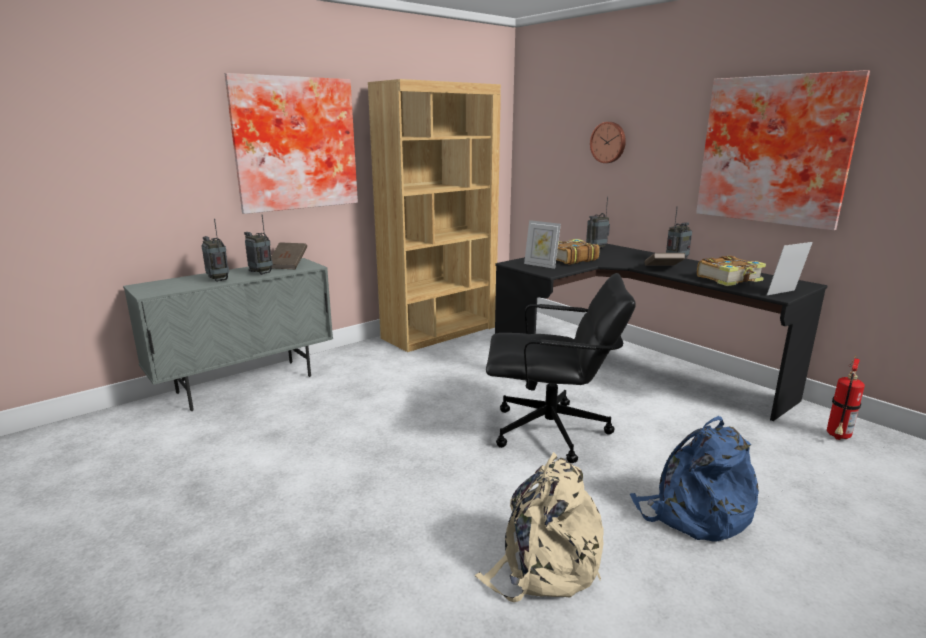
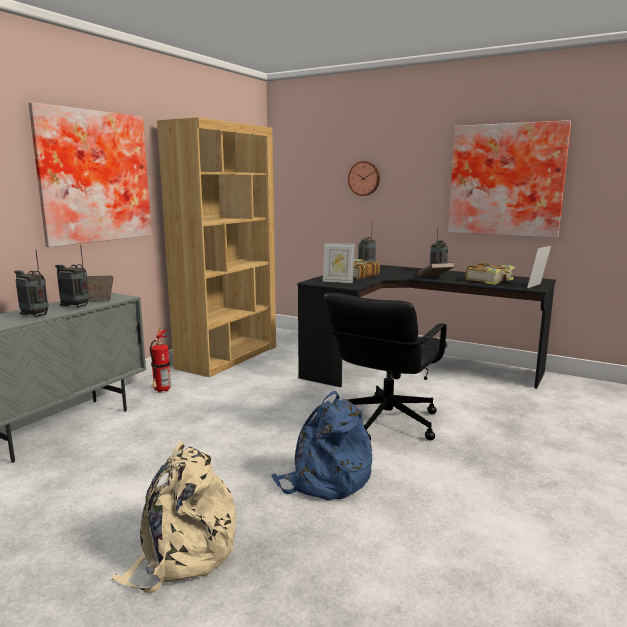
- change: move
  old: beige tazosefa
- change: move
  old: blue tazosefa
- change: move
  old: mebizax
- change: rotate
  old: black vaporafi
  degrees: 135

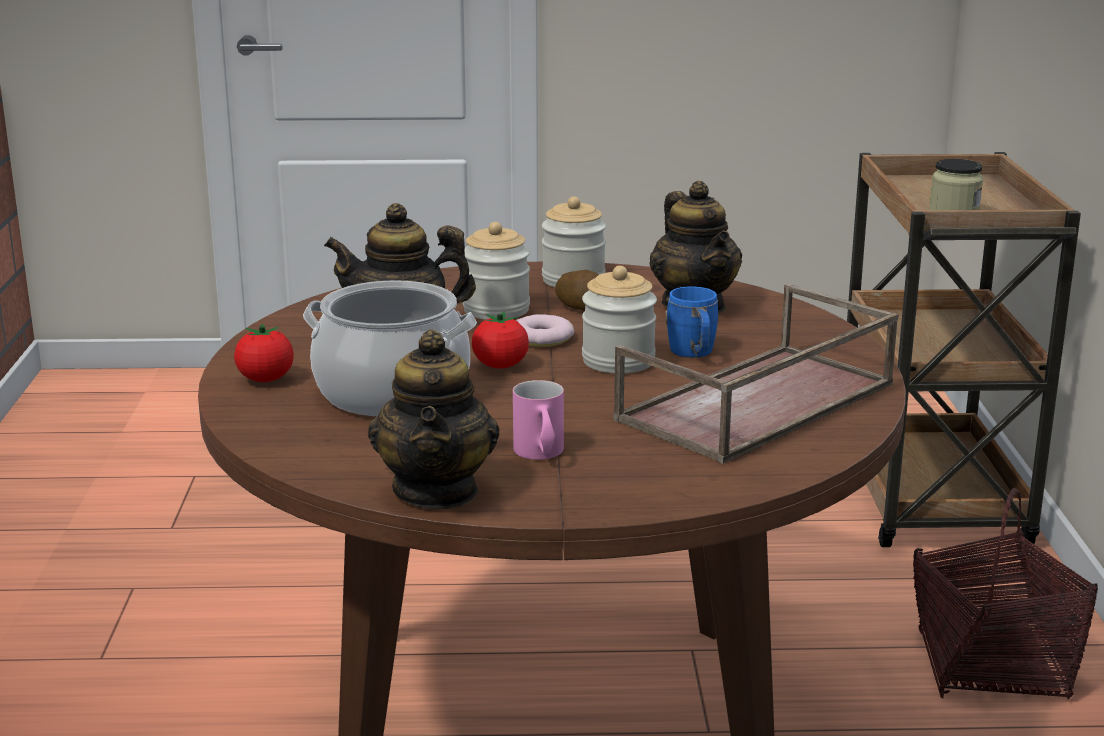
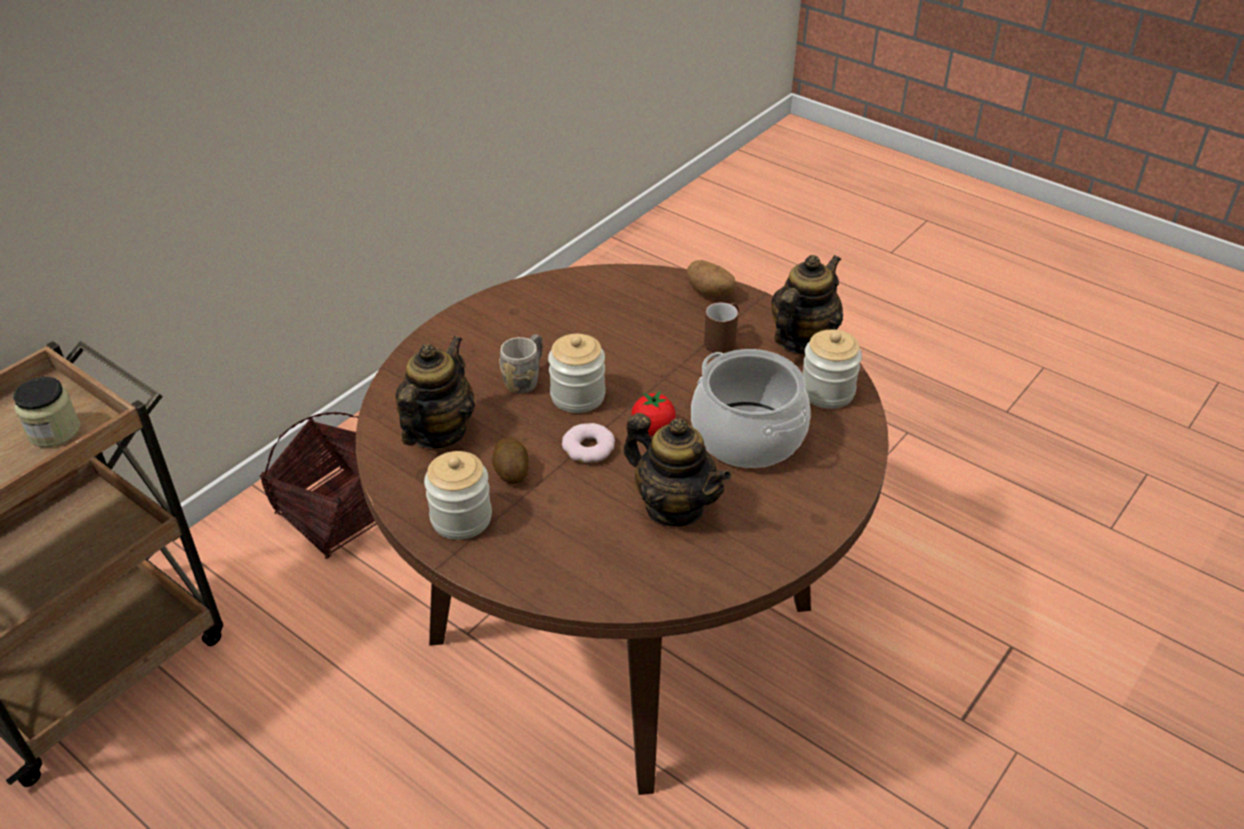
- change: delete
  old: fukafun (1st from left)
- change: delete
  old: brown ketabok
- change: insert
  new: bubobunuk (2nd from left)
- change: move
  old: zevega (1st from left in the first image)
  new: zevega (4th from left)
- change: recolor
  old: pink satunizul
  new: brown satunizul
- change: recolor
  old: blue satunizul
  new: grey satunizul

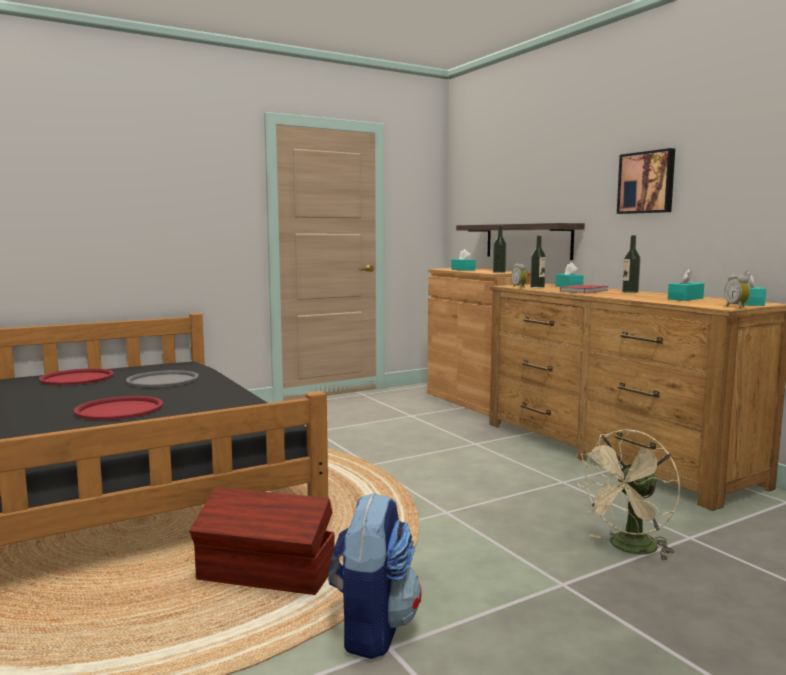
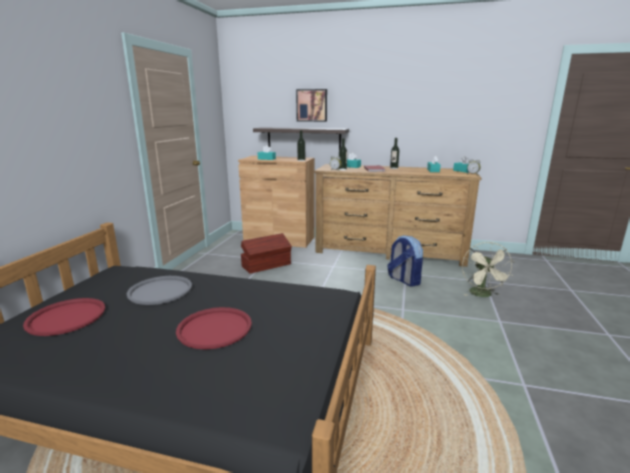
- change: move
  old: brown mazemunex
- change: move
  old: tazosefa
- change: move
  old: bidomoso

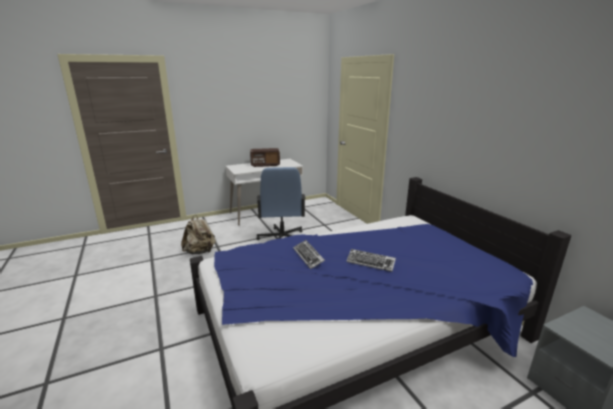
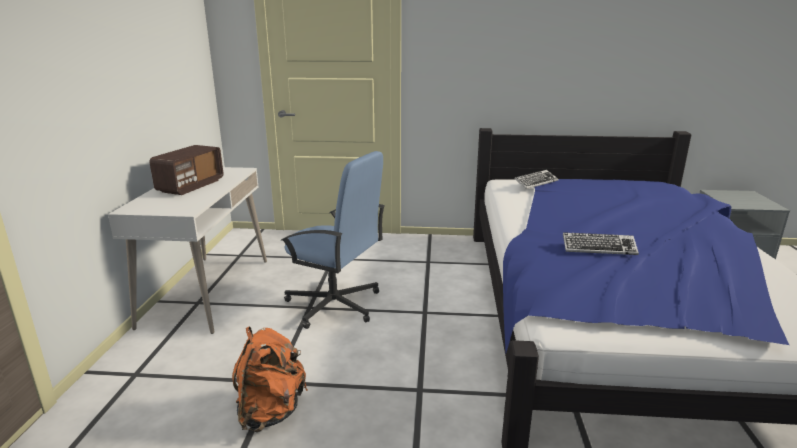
- change: move
  old: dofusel (2nd from left in the first image)
  new: dofusel (1st from left)
- change: recolor
  old: beige tazosefa
  new: orange tazosefa

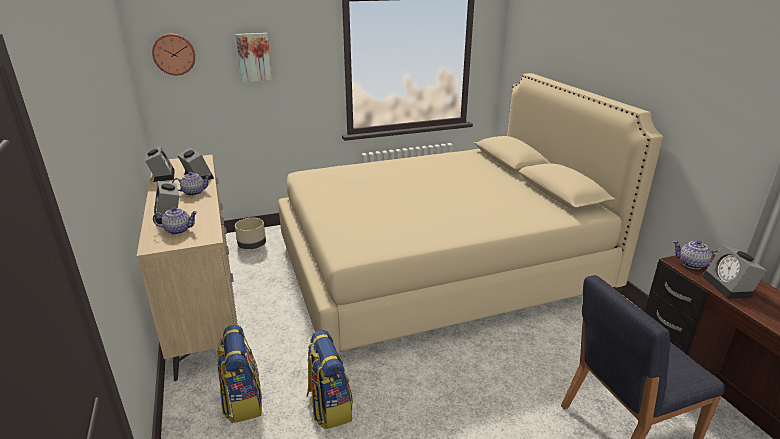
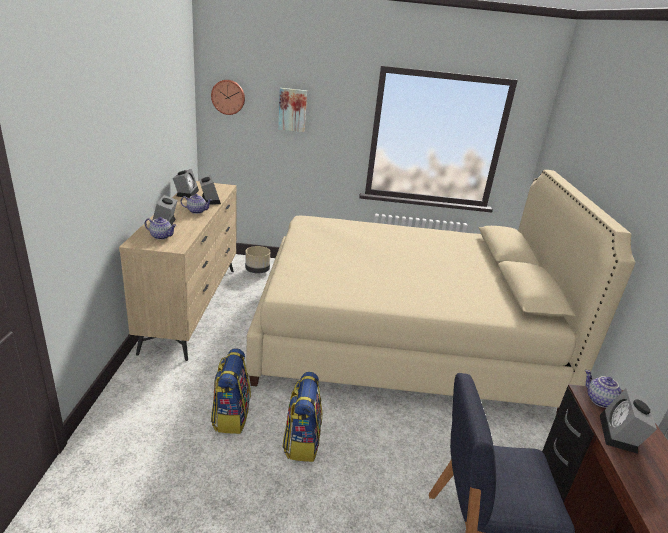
- change: move
  old: tazosefa (1st from left in the first image)
  new: tazosefa (2nd from left)

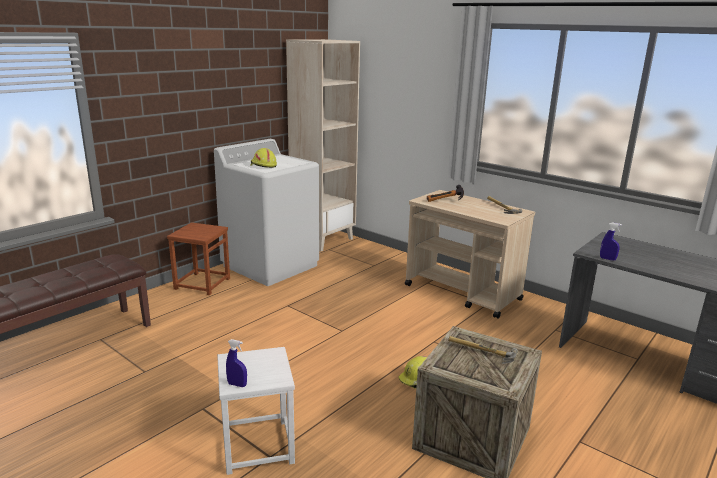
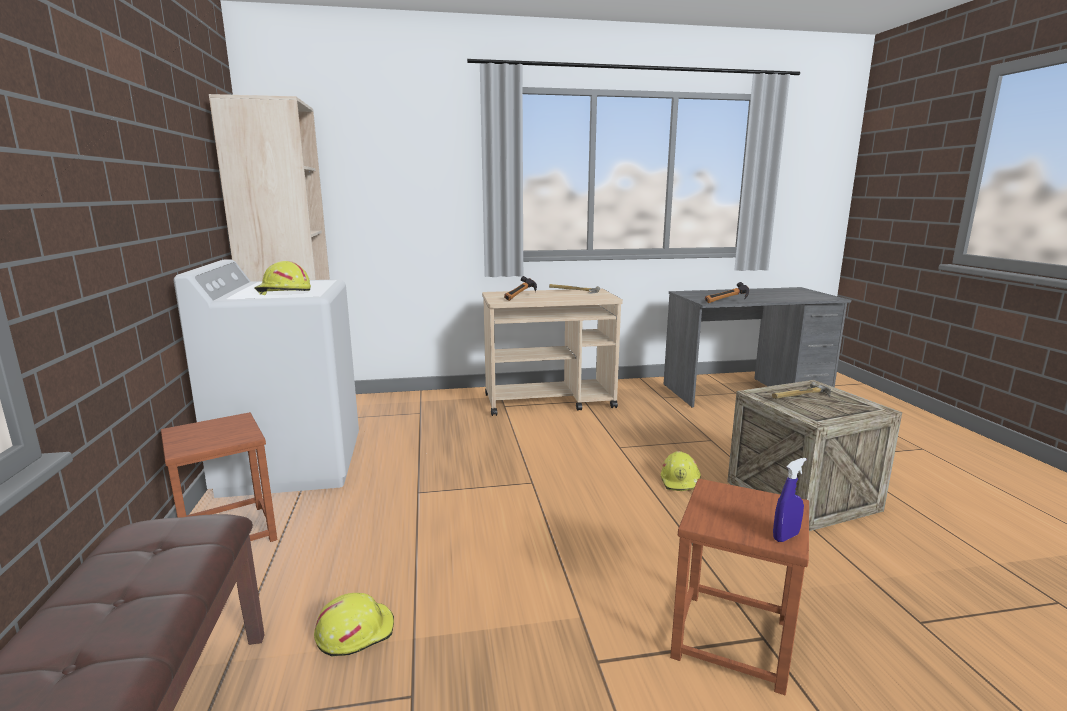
- change: insert
  new: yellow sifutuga (2nd from left)
- change: replace
  old: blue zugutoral (2nd from left)
  new: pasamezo (3rd from left)
- change: recolor
  old: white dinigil
  new: brown dinigil (2nd from left)

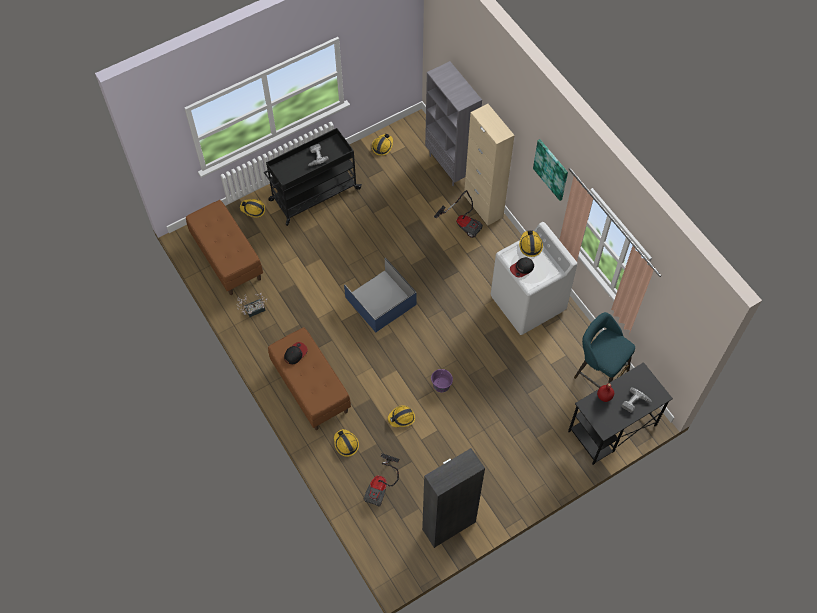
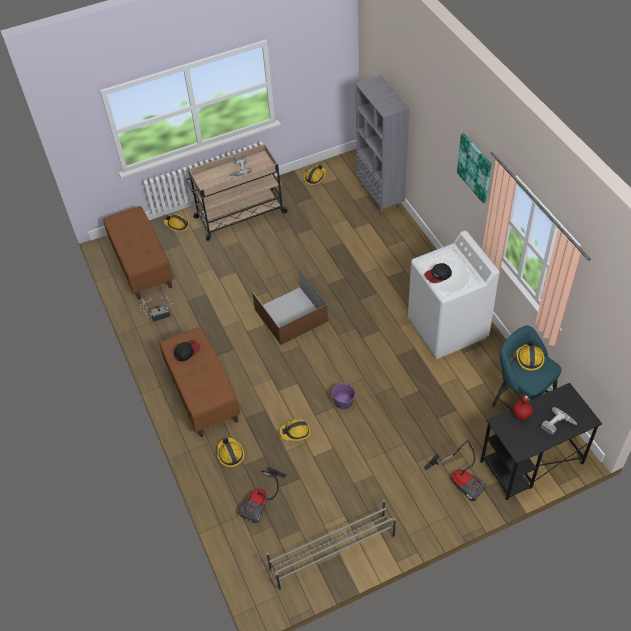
- change: delete
  old: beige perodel
- change: move
  old: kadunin (2nd from left)
- change: move
  old: sifutuga (5th from left)
- change: replace
  old: black perodel
  new: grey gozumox
- change: recolor
  old: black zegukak
  new: beige zegukak
- change: recolor
  old: blue mazemunex
  new: brown mazemunex

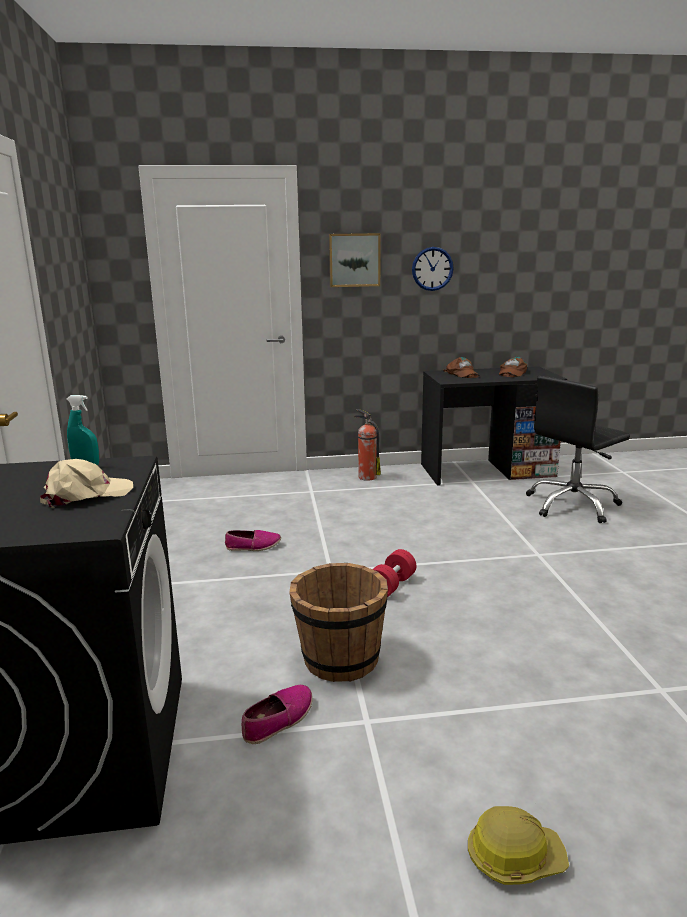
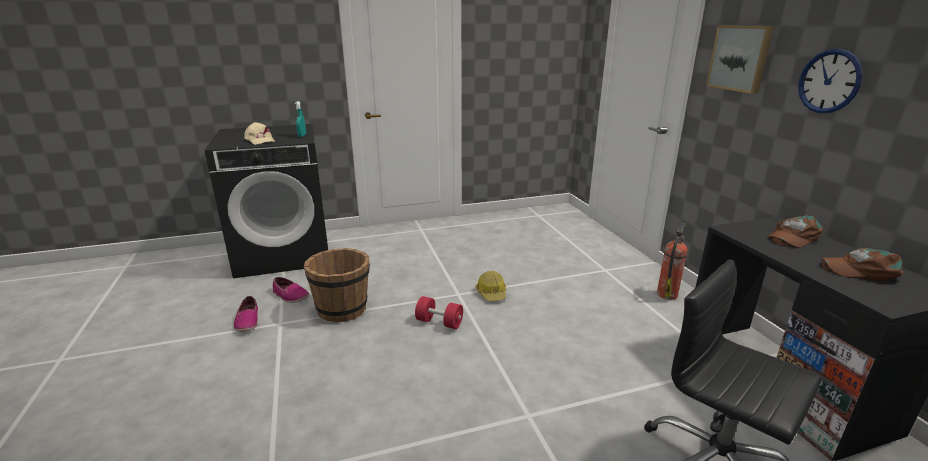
- change: move
  old: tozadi (1st from left)
- change: move
  old: sifutuga

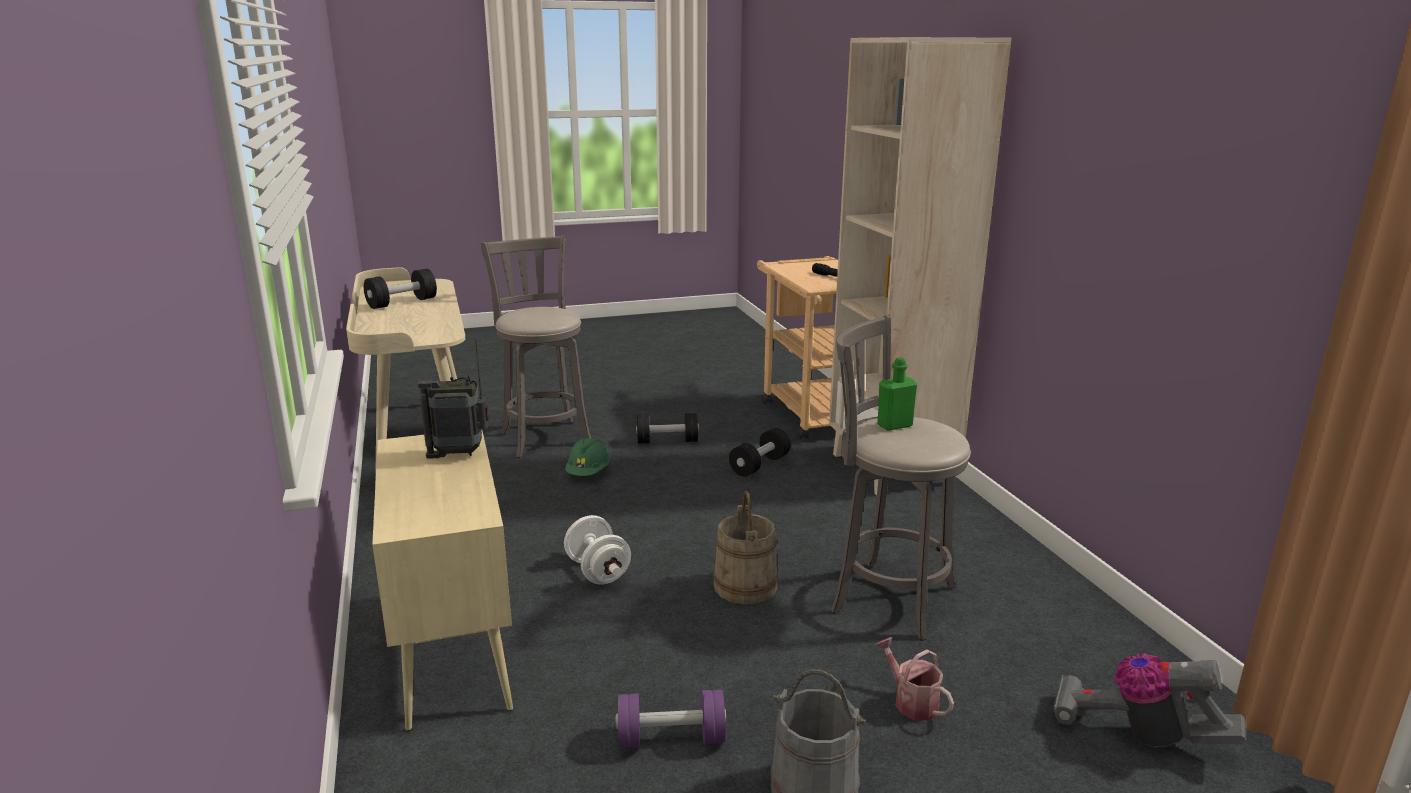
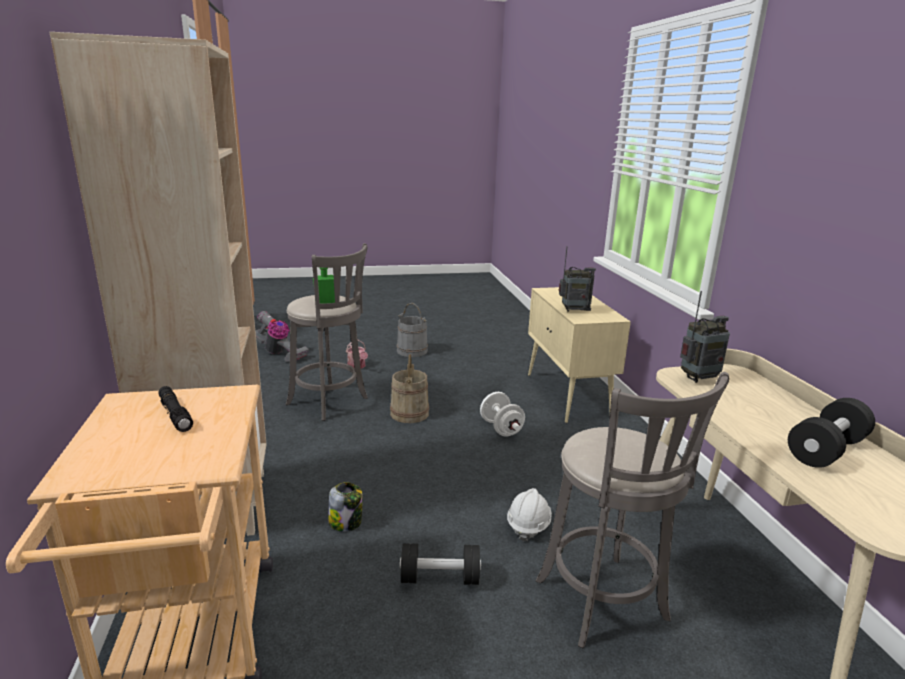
- change: delete
  old: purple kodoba
- change: insert
  new: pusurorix (2nd from left)
- change: replace
  old: black kodoba (3rd from left)
  new: zevega
- change: recolor
  old: green sifutuga
  new: white sifutuga

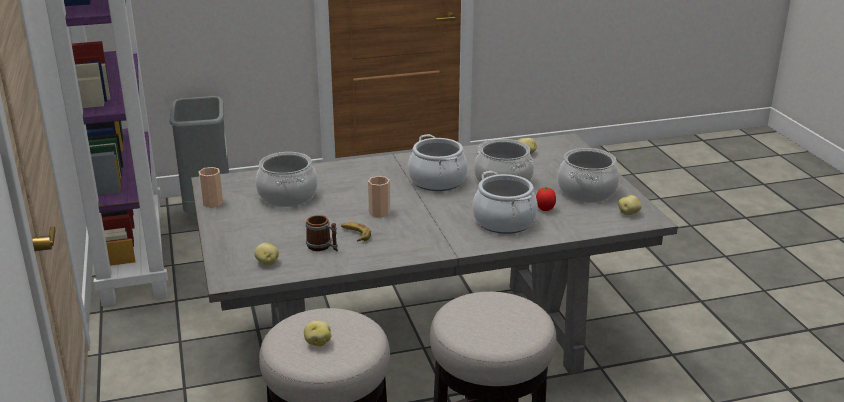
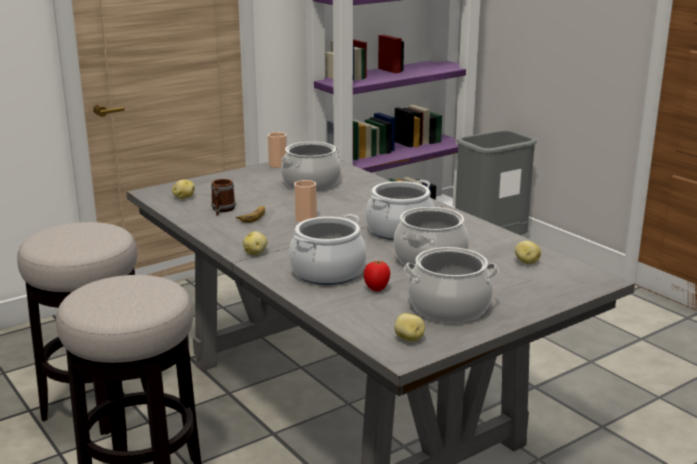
- change: move
  old: bubobunuk (2nd from left)

